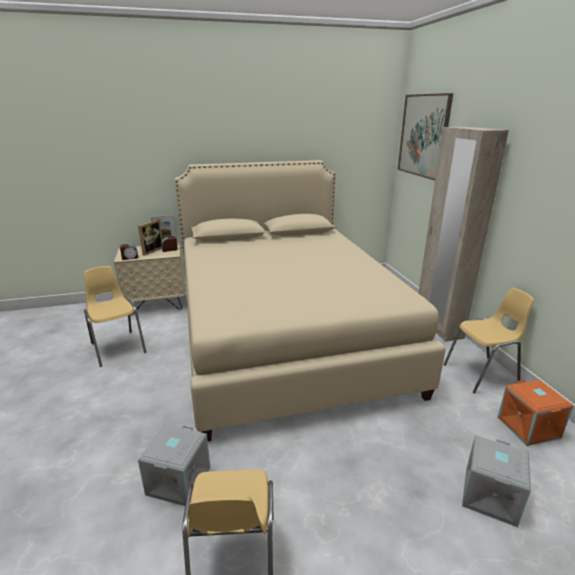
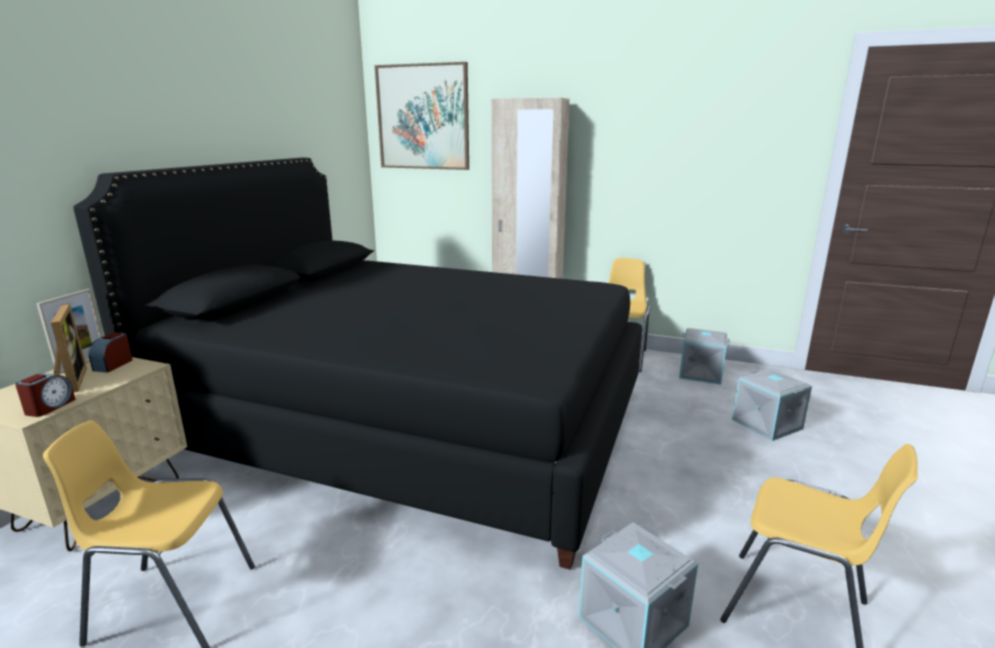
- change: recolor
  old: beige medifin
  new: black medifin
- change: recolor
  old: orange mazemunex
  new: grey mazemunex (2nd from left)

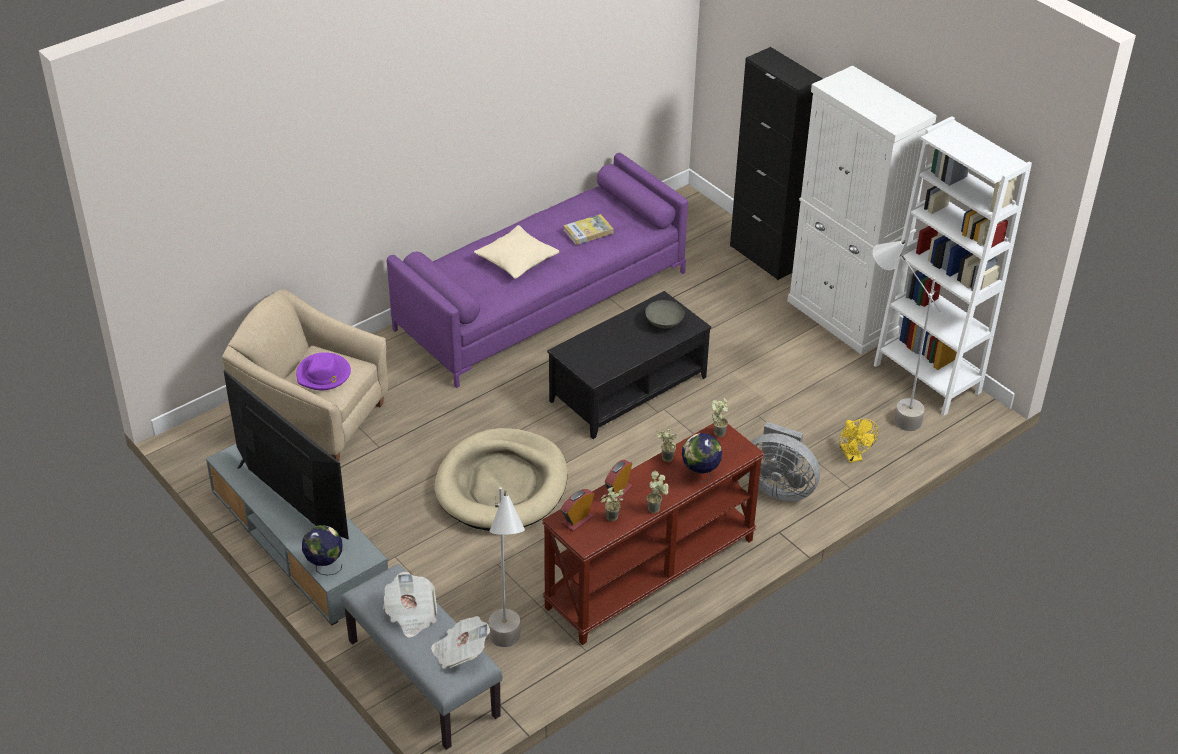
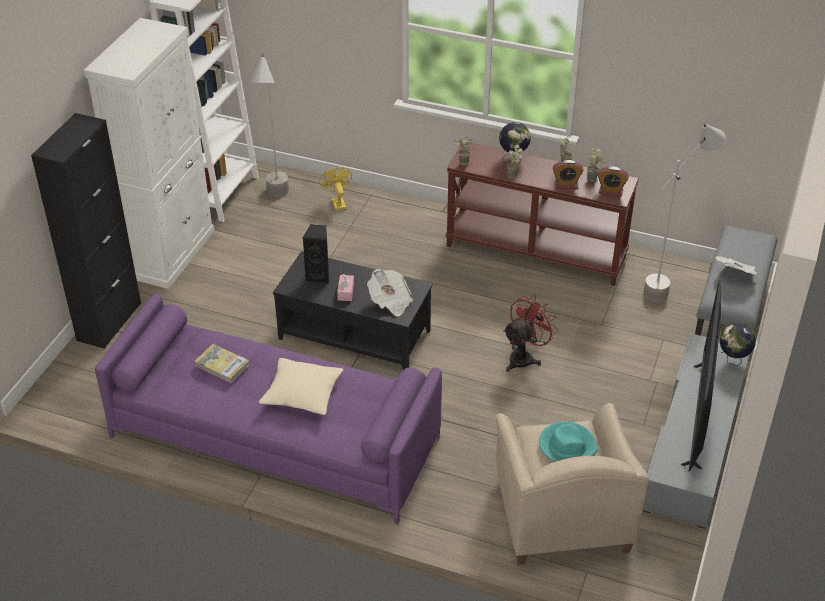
- change: delete
  old: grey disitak
- change: insert
  new: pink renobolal
- change: move
  old: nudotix (2nd from left in the first image)
  new: nudotix (1st from left)
- change: replace
  old: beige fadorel
  new: red disitak
- change: replace
  old: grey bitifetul
  new: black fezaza
- change: recolor
  old: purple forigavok
  new: turquoise forigavok
- change: rotate
  old: yellow disitak
  degrees: -60

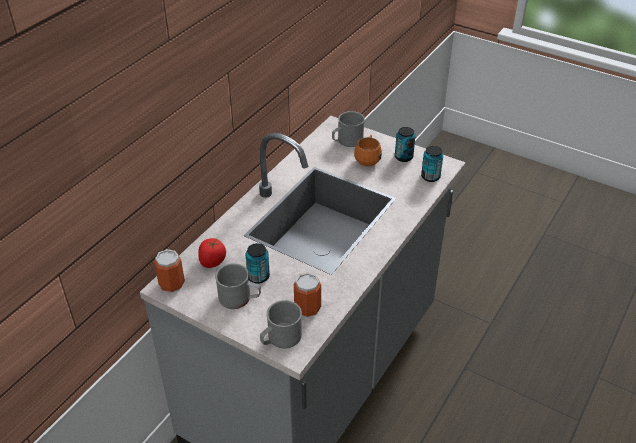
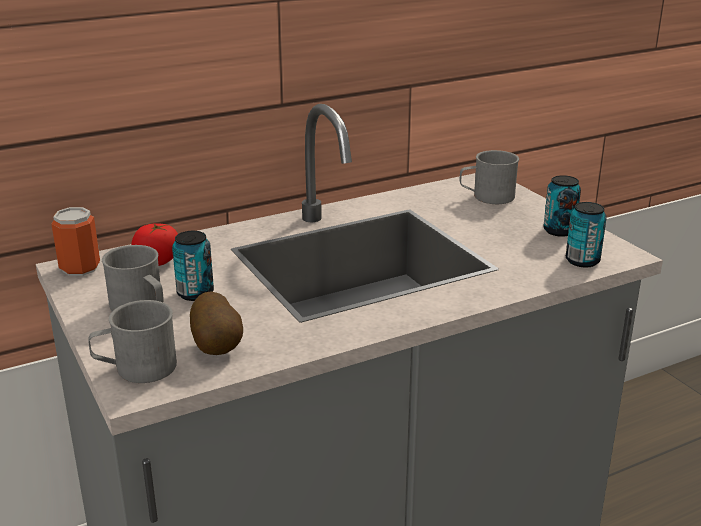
- change: delete
  old: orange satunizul
- change: replace
  old: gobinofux (3rd from left)
  new: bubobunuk

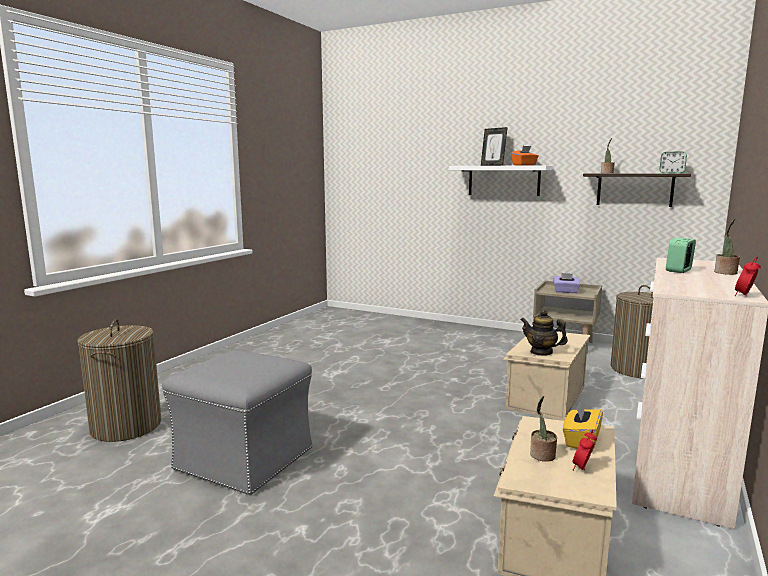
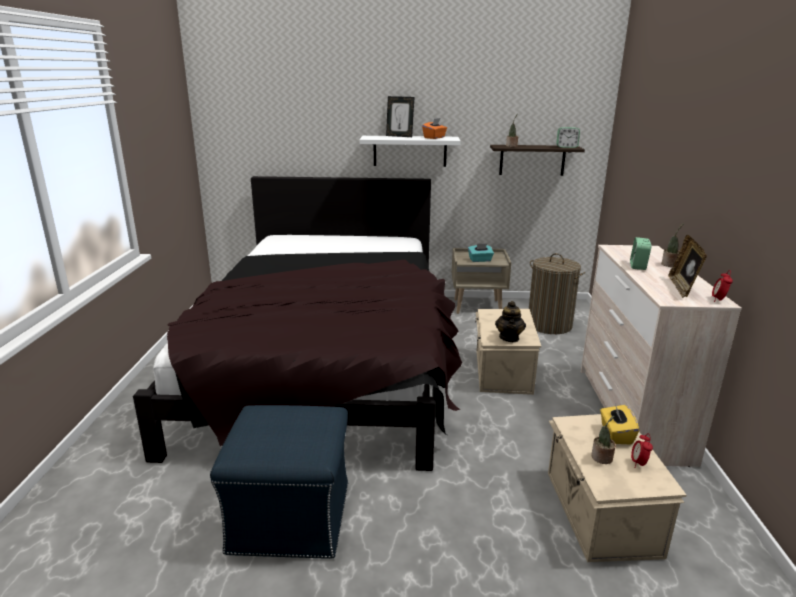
- change: delete
  old: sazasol (1st from left)
- change: insert
  new: medifin
- change: insert
  new: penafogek (2nd from left)
- change: recolor
  old: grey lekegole
  new: blue lekegole
- change: recolor
  old: purple renobolal
  new: turquoise renobolal
- change: rotate
  old: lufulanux
  degrees: -90

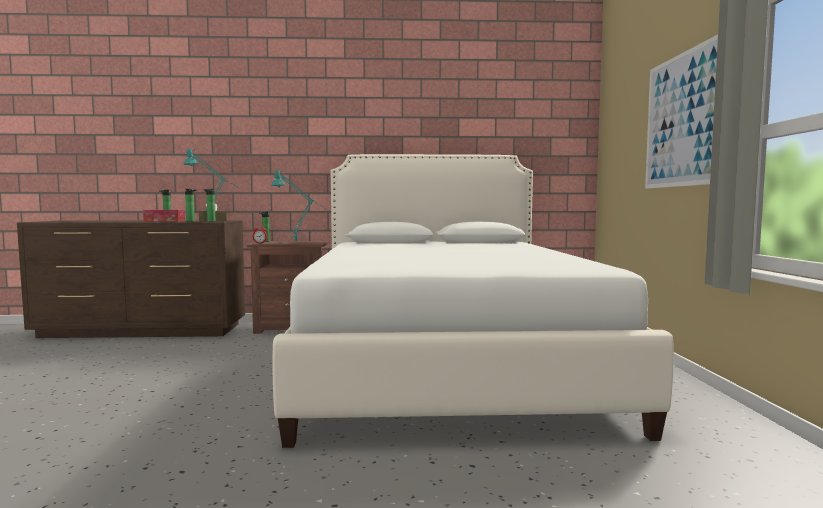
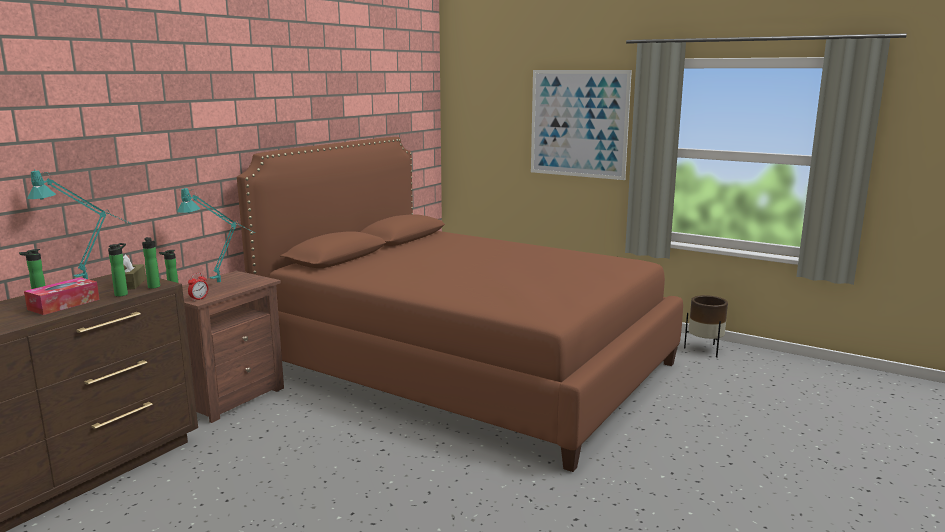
- change: insert
  new: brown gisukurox
- change: recolor
  old: white medifin
  new: brown medifin

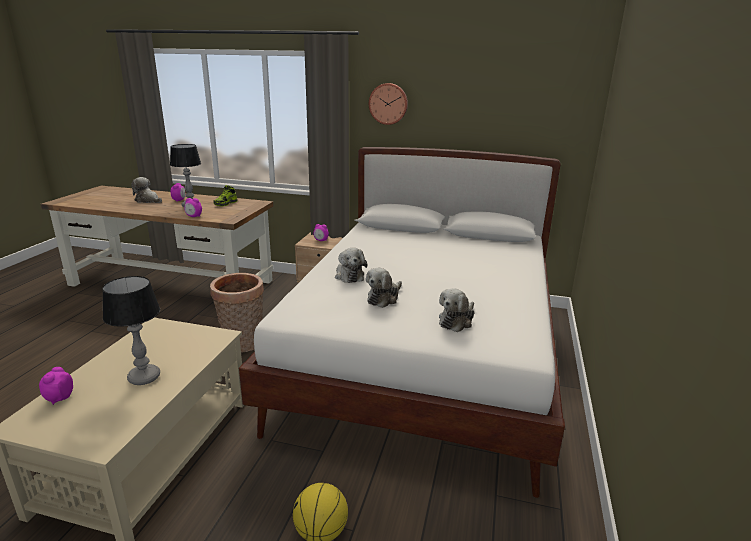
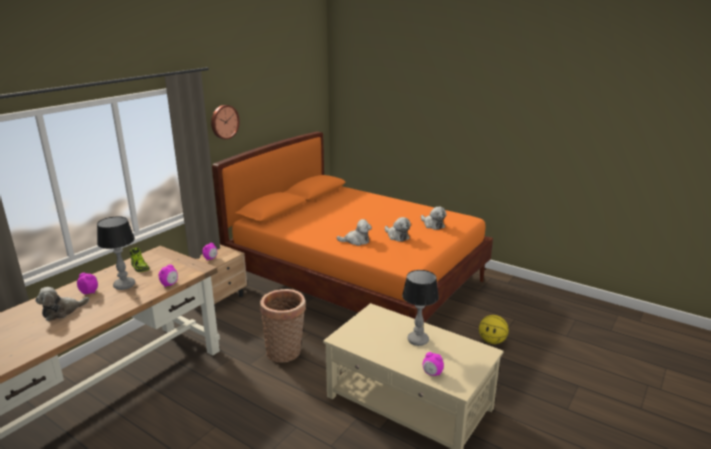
- change: recolor
  old: white medifin
  new: orange medifin

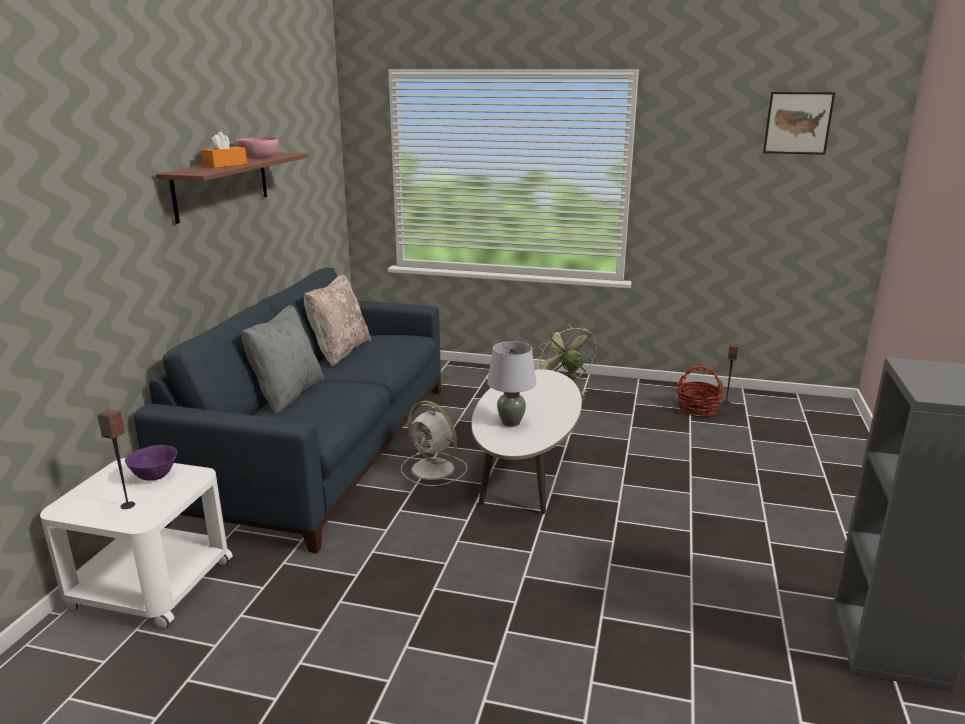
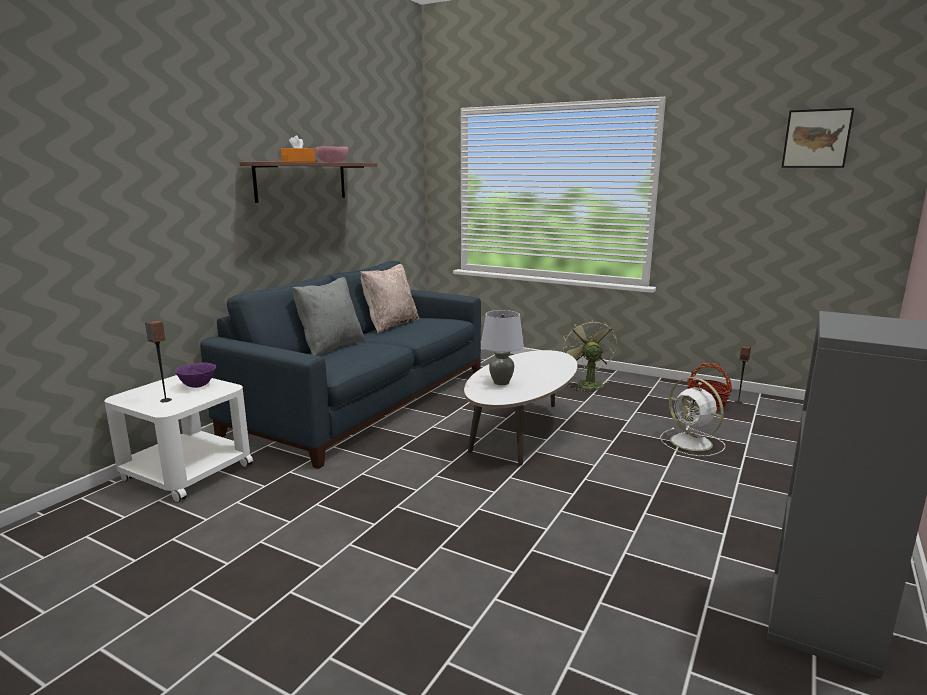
- change: move
  old: white disitak

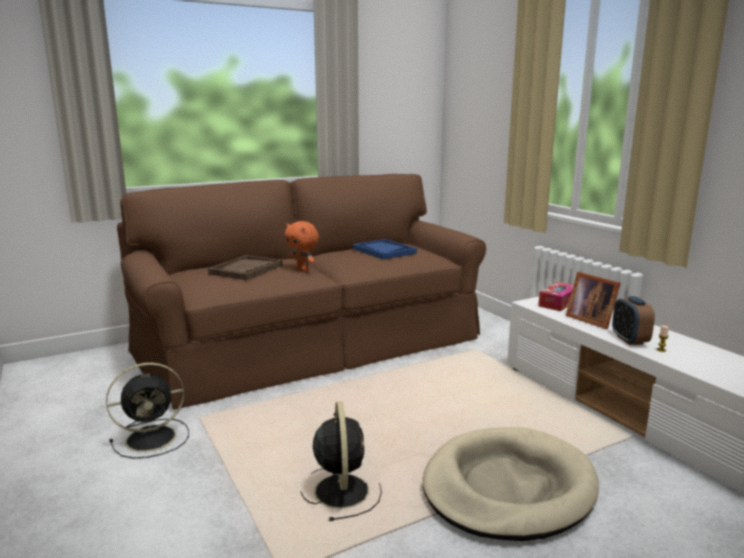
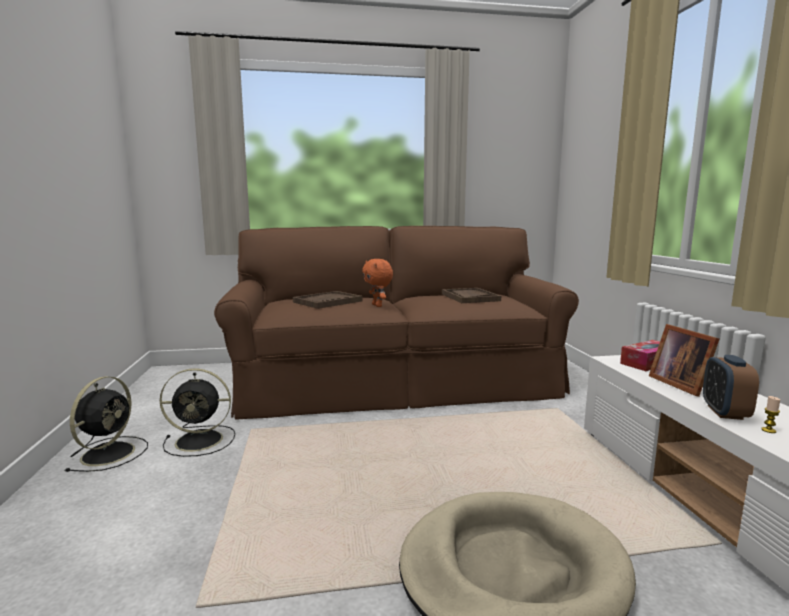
- change: move
  old: black disitak (2nd from left in the first image)
  new: black disitak (1st from left)
- change: recolor
  old: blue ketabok
  new: brown ketabok (2nd from left)

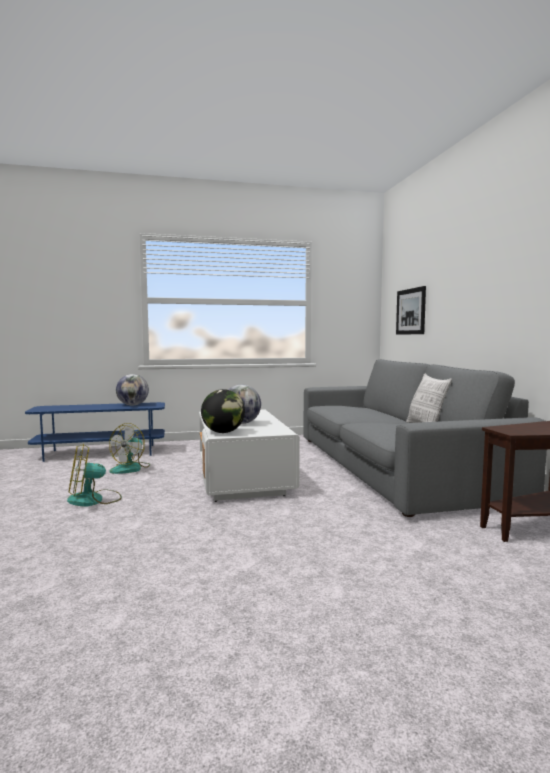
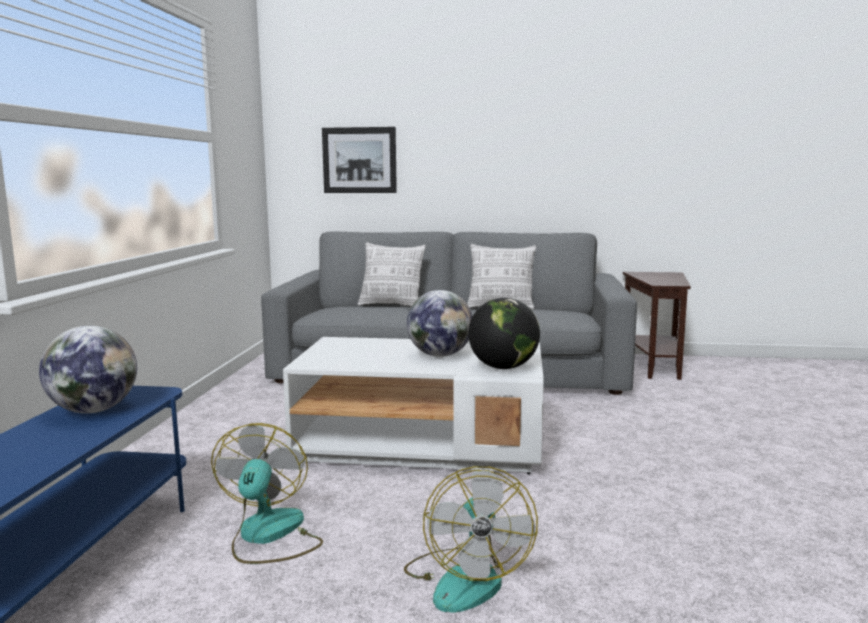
- change: insert
  new: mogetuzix (1st from left)
- change: rotate
  old: disitak (2nd from left in the first image)
  degrees: -135

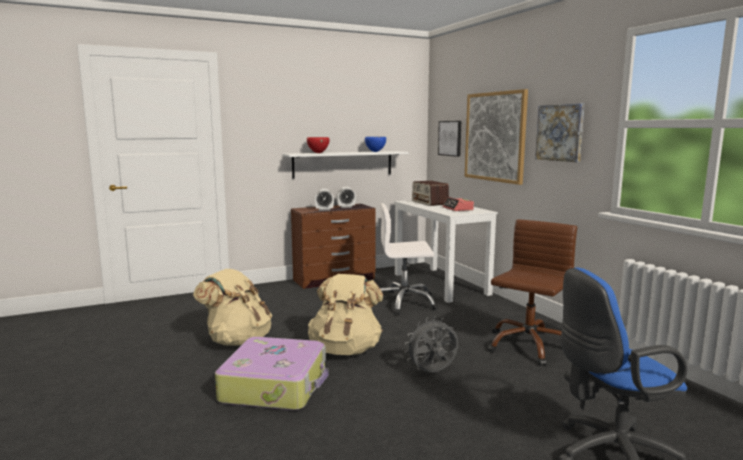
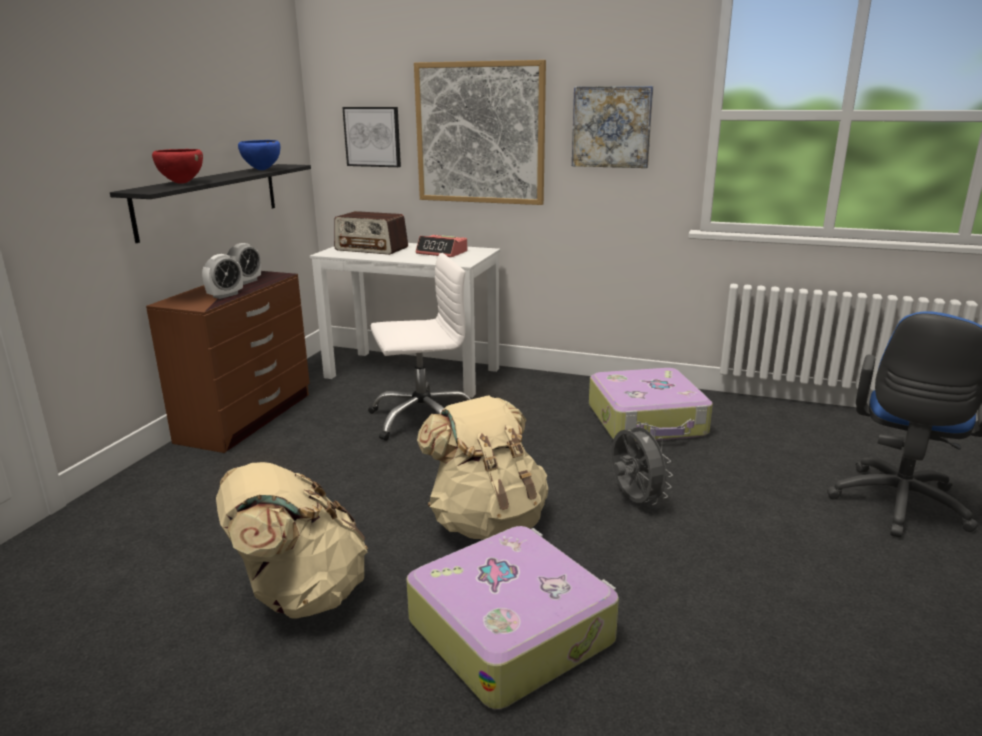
- change: replace
  old: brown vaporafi
  new: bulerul (2nd from left)
- change: recolor
  old: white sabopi
  new: black sabopi
- change: rotate
  old: white vaporafi
  degrees: -150
- change: rotate
  old: grey disitak
  degrees: 135

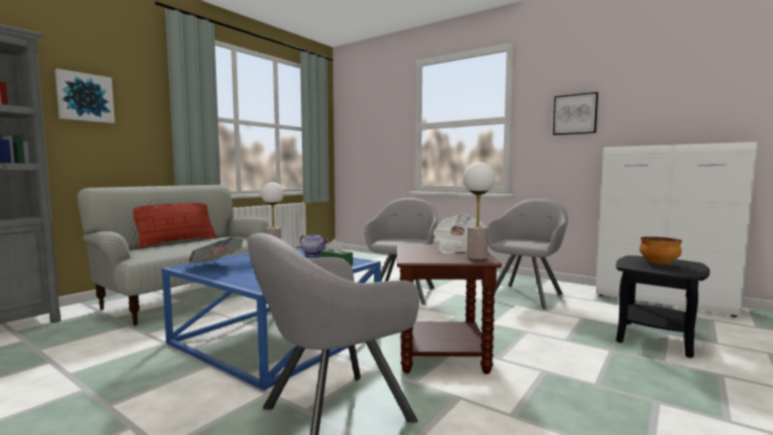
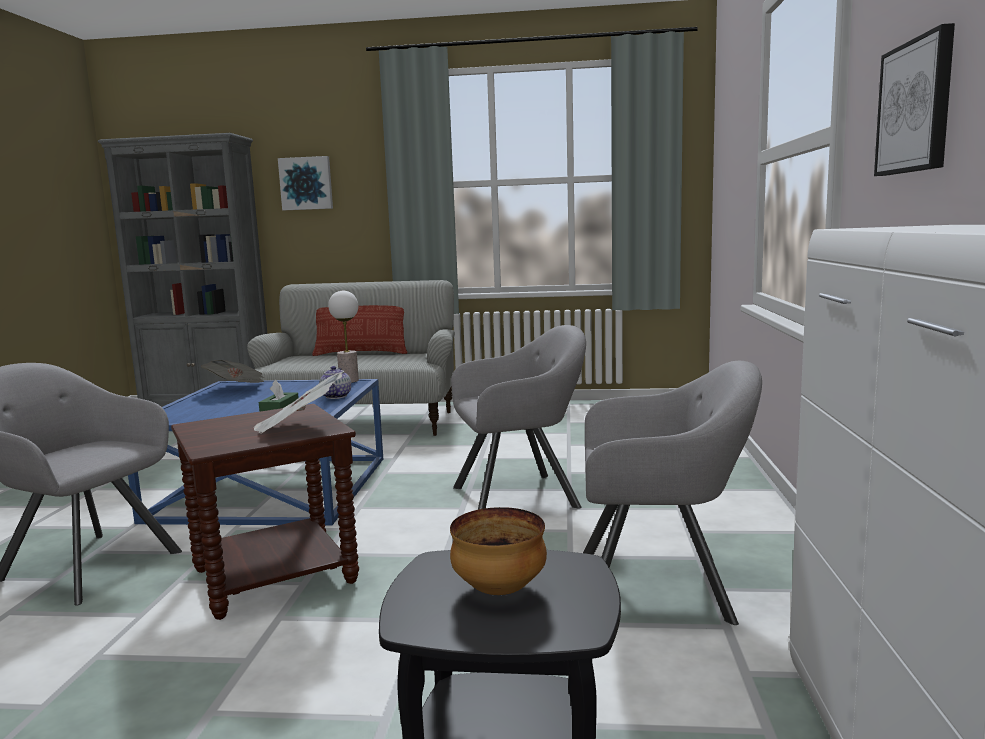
- change: delete
  old: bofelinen (2nd from left)

